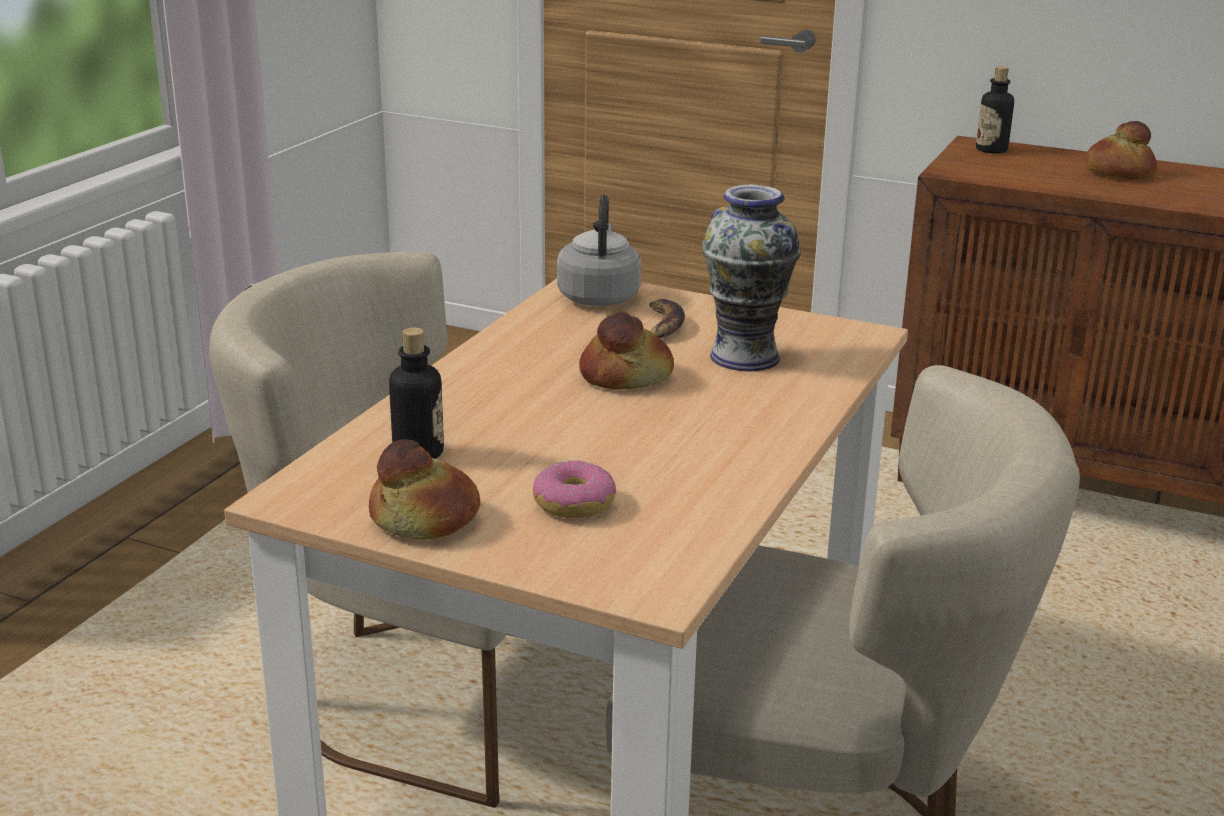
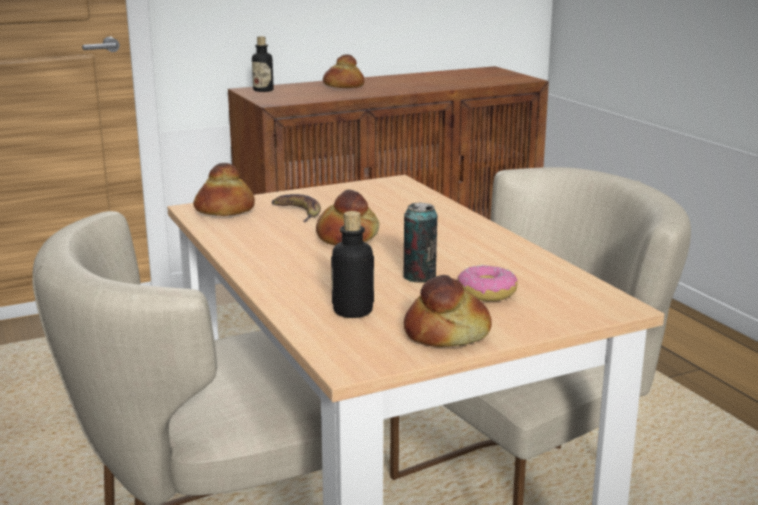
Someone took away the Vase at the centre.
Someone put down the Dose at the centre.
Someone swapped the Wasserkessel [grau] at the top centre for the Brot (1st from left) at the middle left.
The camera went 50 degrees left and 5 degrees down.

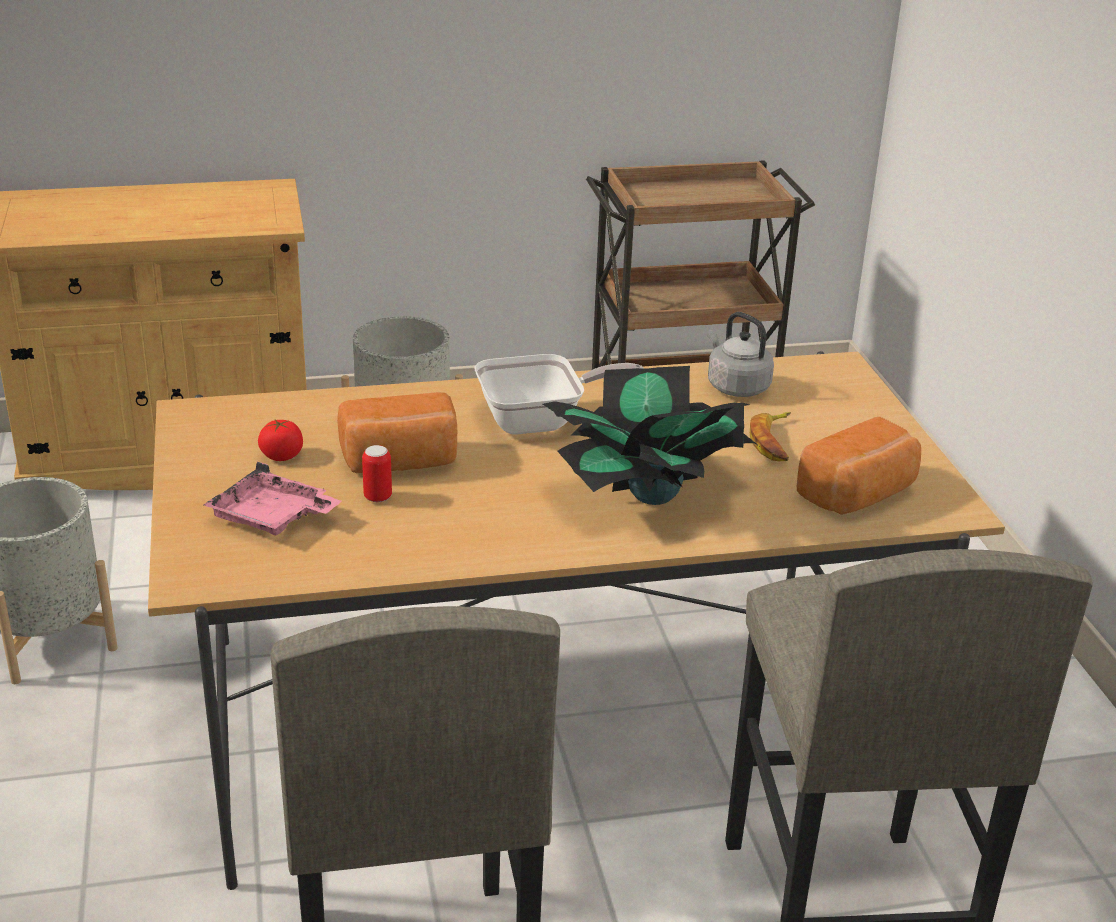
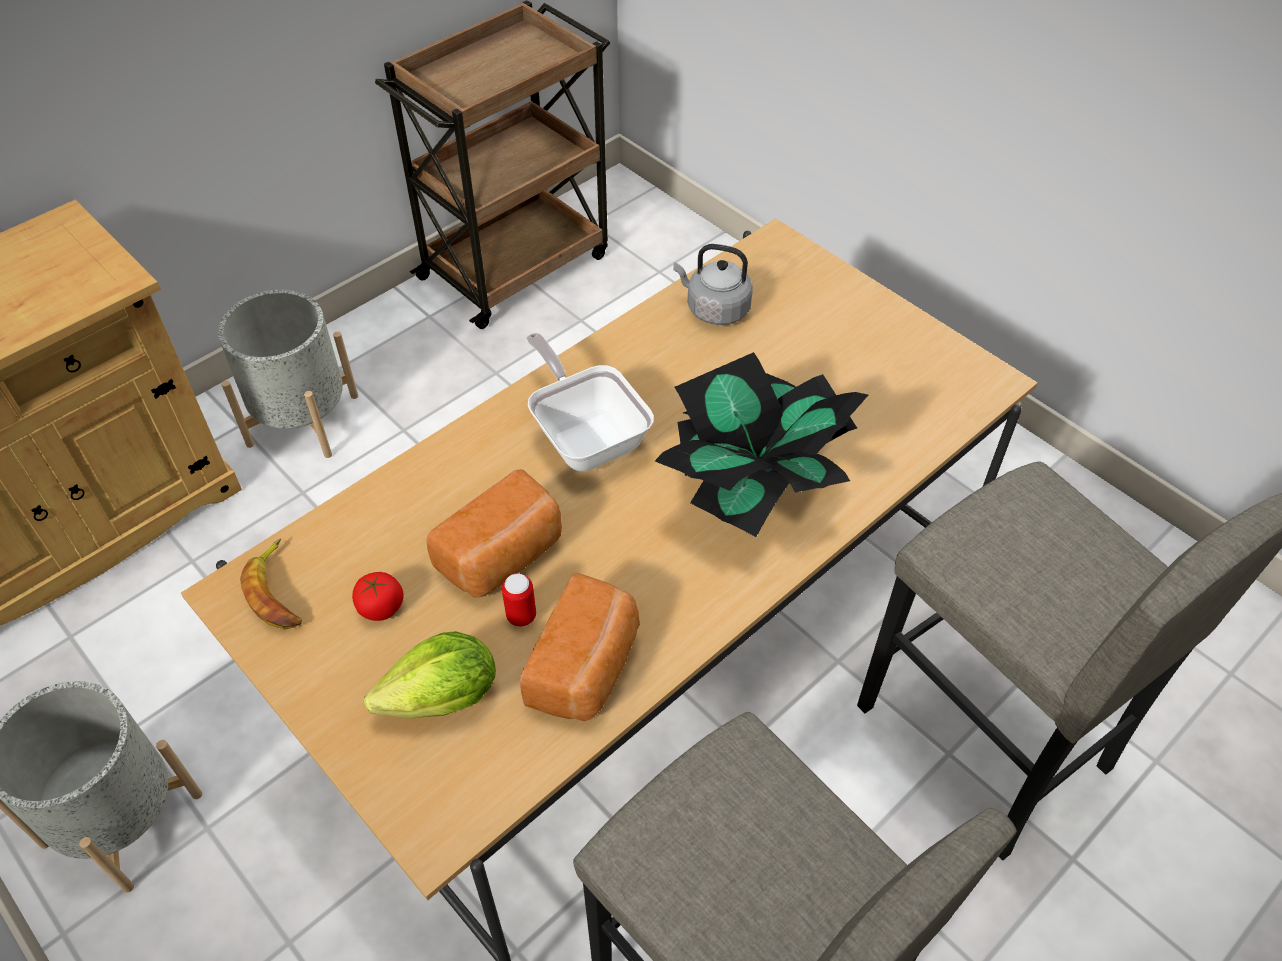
Someone carried the Banane from the middle right to the middle left.
Someone carried the Brot (2nd from left) from the middle right to the bottom centre.
Someone swapped the Tablett [rosa] at the middle left for the Salatkopf at the bottom centre.
Someone rotated the Pfanne at the centre by 75 degrees counterclockwise.
The camera went 30 degrees left and 20 degrees up.

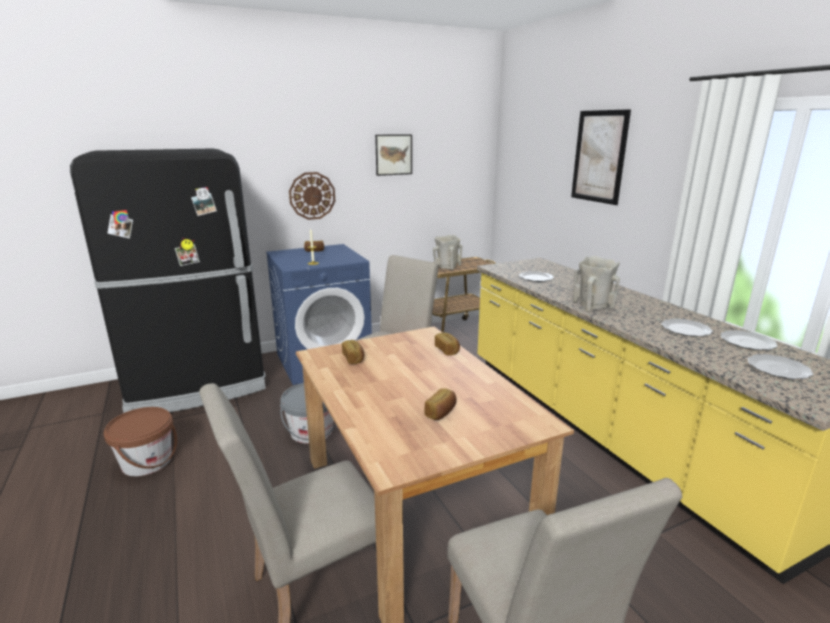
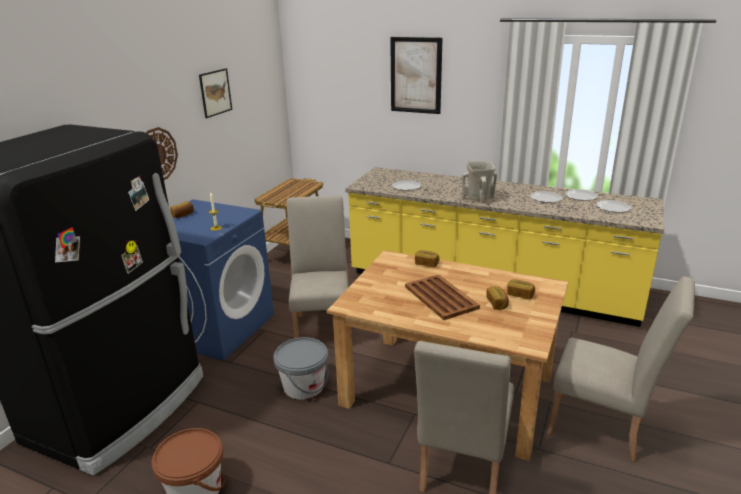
Someone took away the Vase [beige] (1st from left) at the centre.
Someone put down the Tablett [braun] at the centre.
Someone carried the Brot (2nd from left in the first image) from the centre to the middle right.
The camera went 40 degrees left and 5 degrees up.

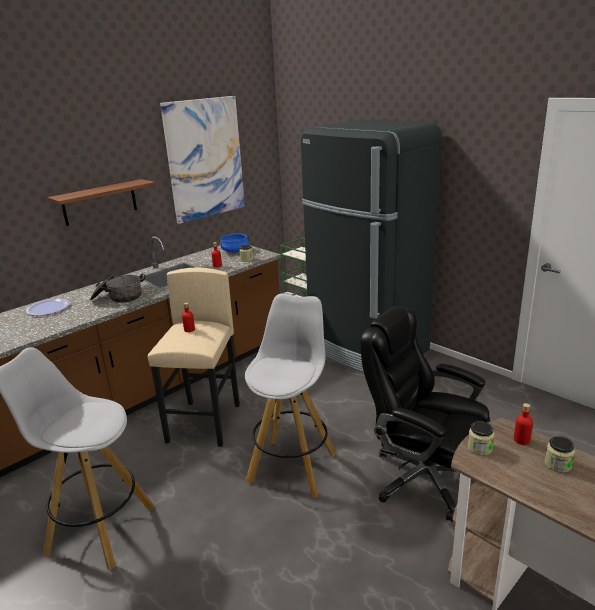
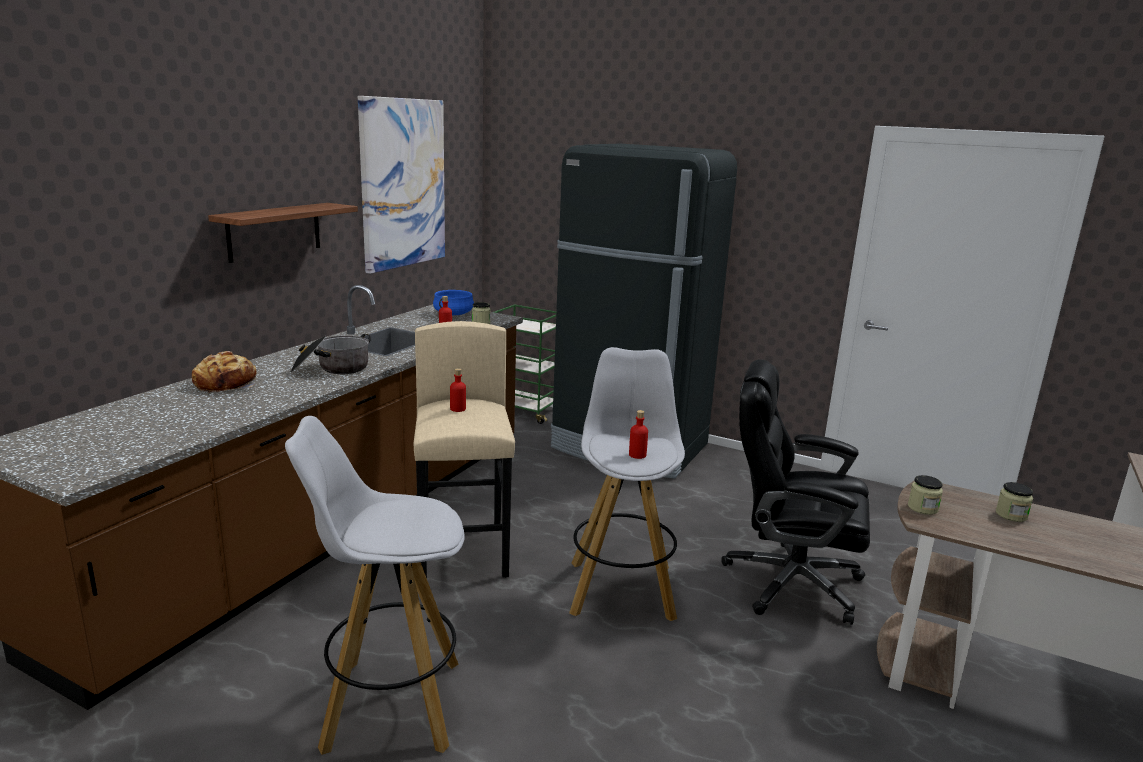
Someone carried the Flasche [rot] (3rd from left) from the bottom right to the centre.
Someone swapped the Teller at the middle left for the Brot at the middle left.
The camera went 20 degrees left and 5 degrees down.

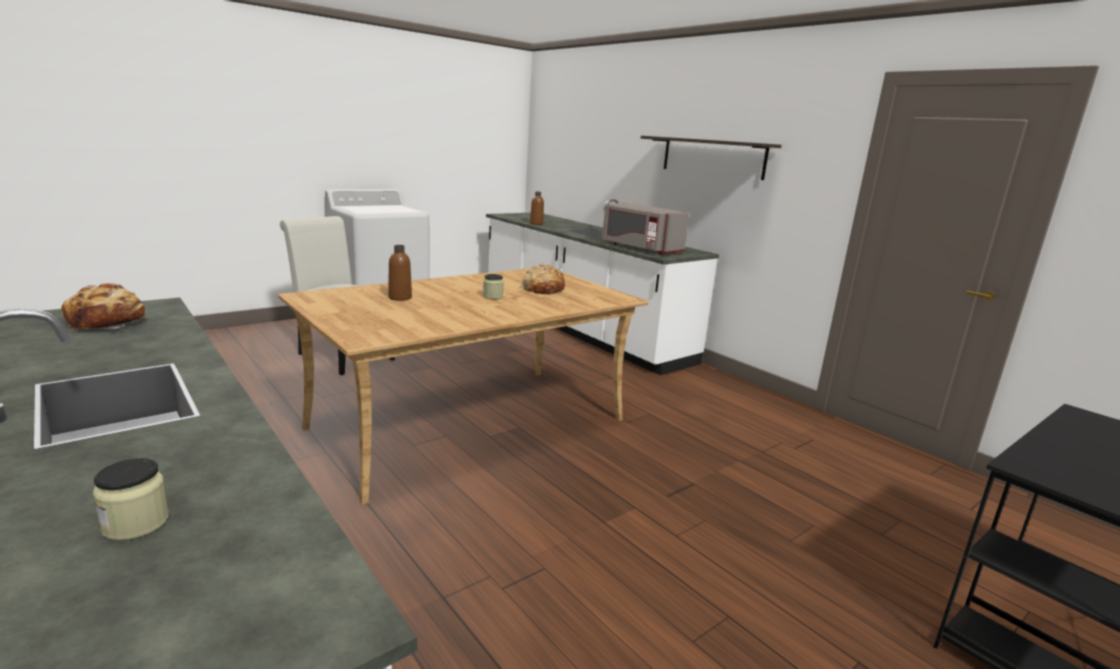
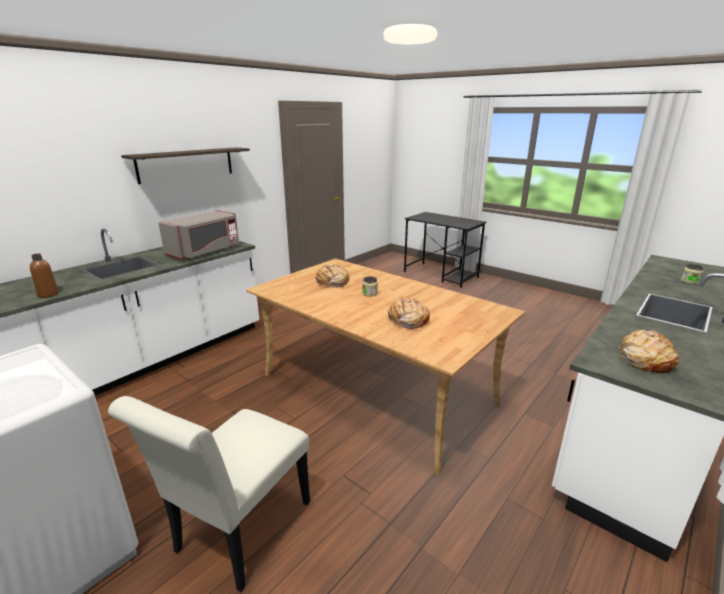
Someone swapped the Flasche [braun] (1st from left) at the centre for the Brot (2nd from left) at the centre.
The camera went 100 degrees left and 5 degrees up.

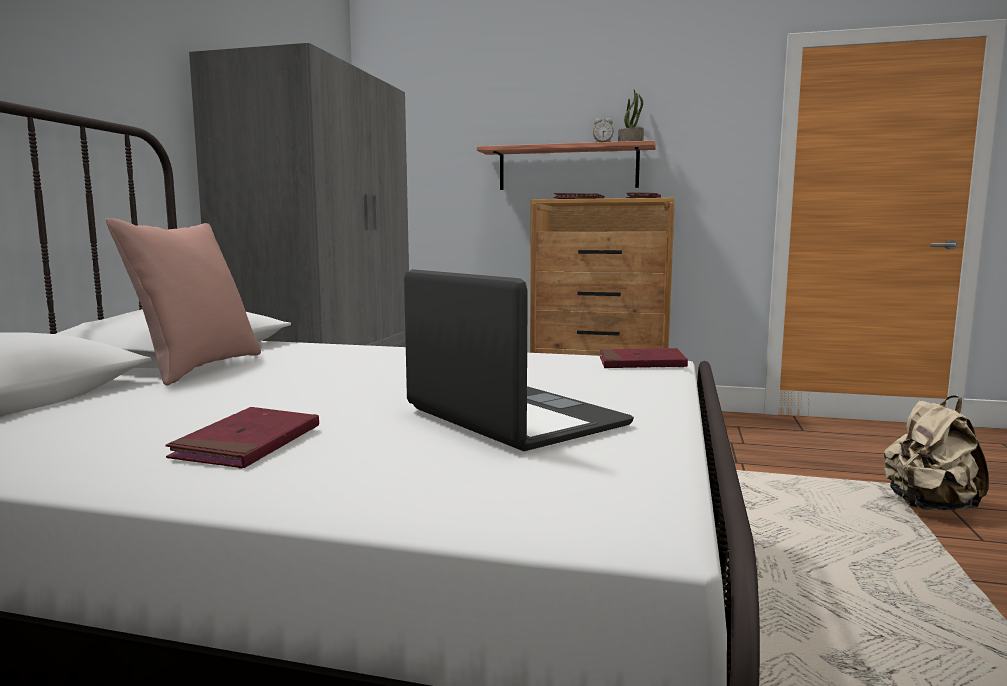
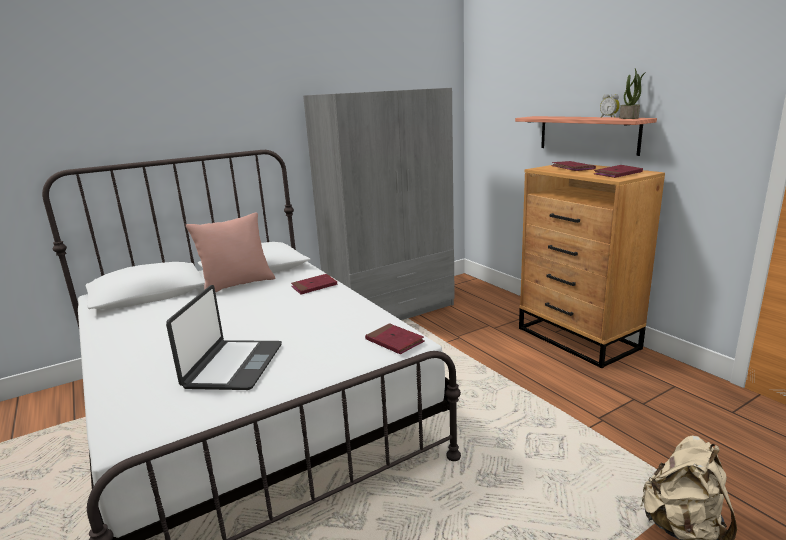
Someone carried the Buch [rot] (1st from left) from the middle left to the centre.
The camera went 45 degrees right and 10 degrees up.

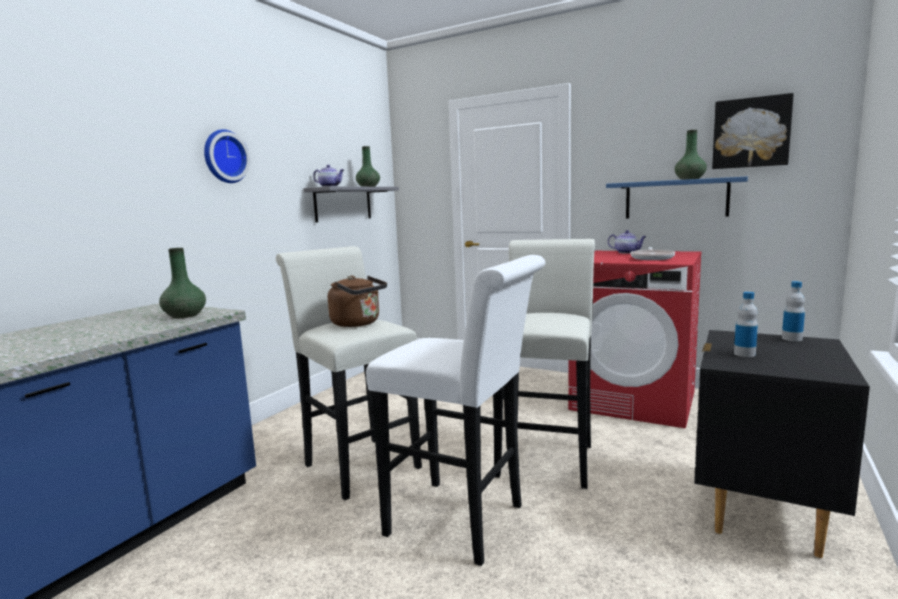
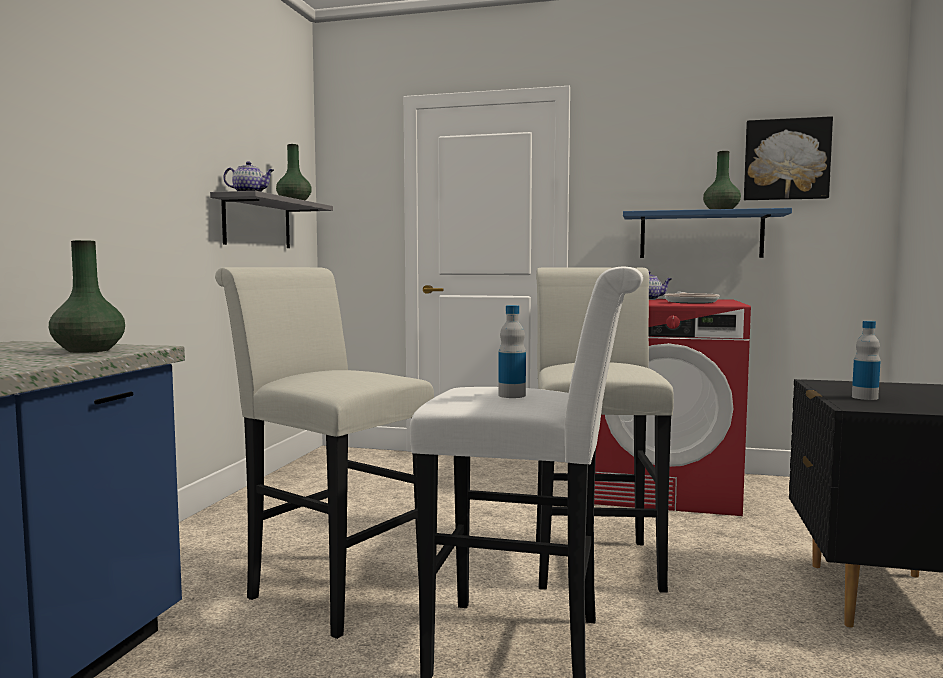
Someone took away the Wanduhr at the top left.
Someone took away the Wasserkessel [braun] at the centre.
Someone carried the Flasche (2nd from left in the first image) from the middle right to the centre.
The camera went 15 degrees left and 5 degrees down.

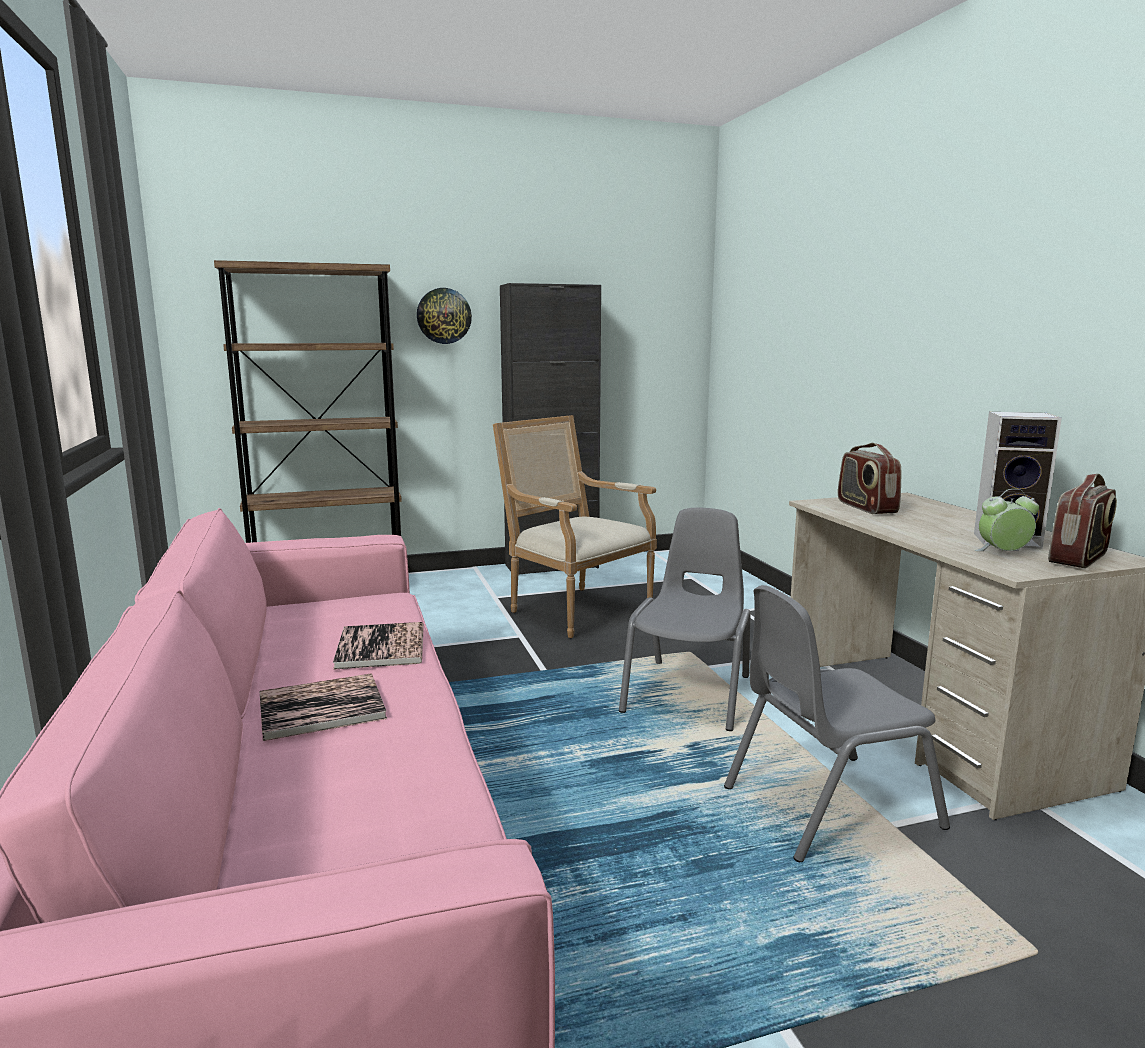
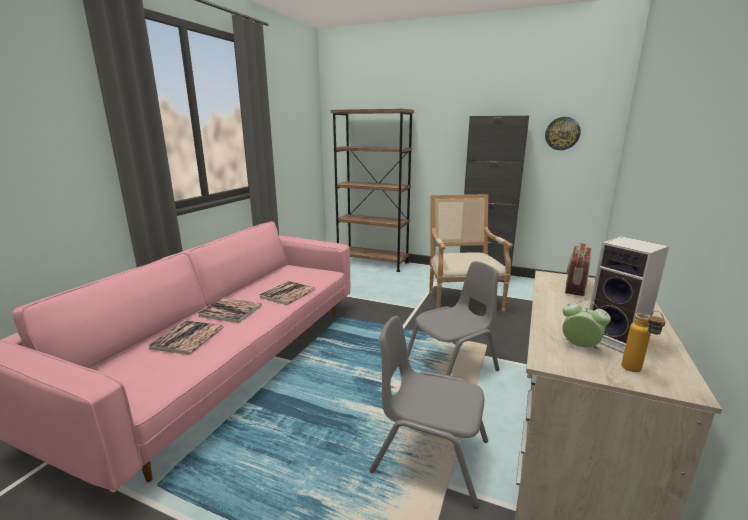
Someone put down the Buch (1st from left) at the middle left.
Someone carried the Wanduhr from the top centre to the top right.
Someone swapped the Radio (2nd from left) at the middle right for the Flasche at the middle right.
The camera went 40 degrees right and 5 degrees up.

